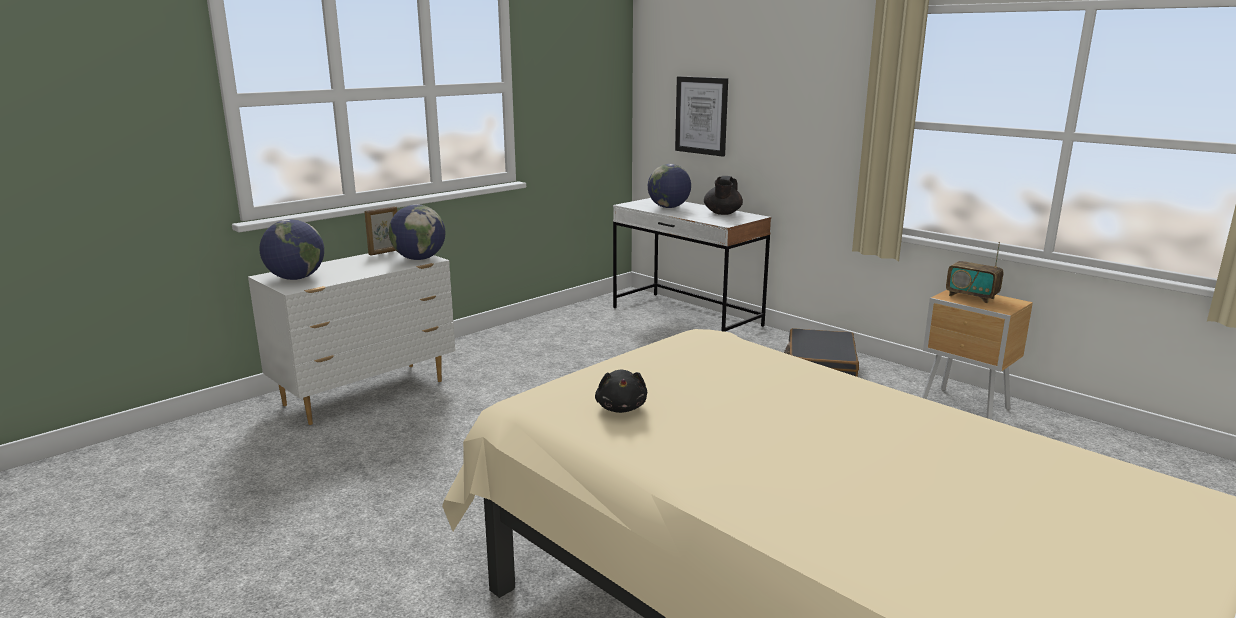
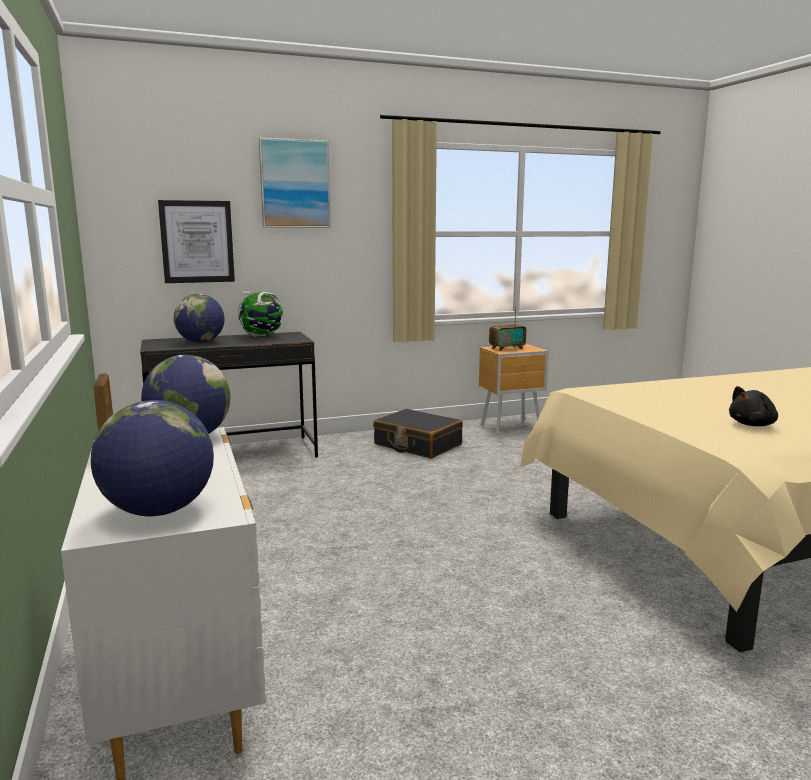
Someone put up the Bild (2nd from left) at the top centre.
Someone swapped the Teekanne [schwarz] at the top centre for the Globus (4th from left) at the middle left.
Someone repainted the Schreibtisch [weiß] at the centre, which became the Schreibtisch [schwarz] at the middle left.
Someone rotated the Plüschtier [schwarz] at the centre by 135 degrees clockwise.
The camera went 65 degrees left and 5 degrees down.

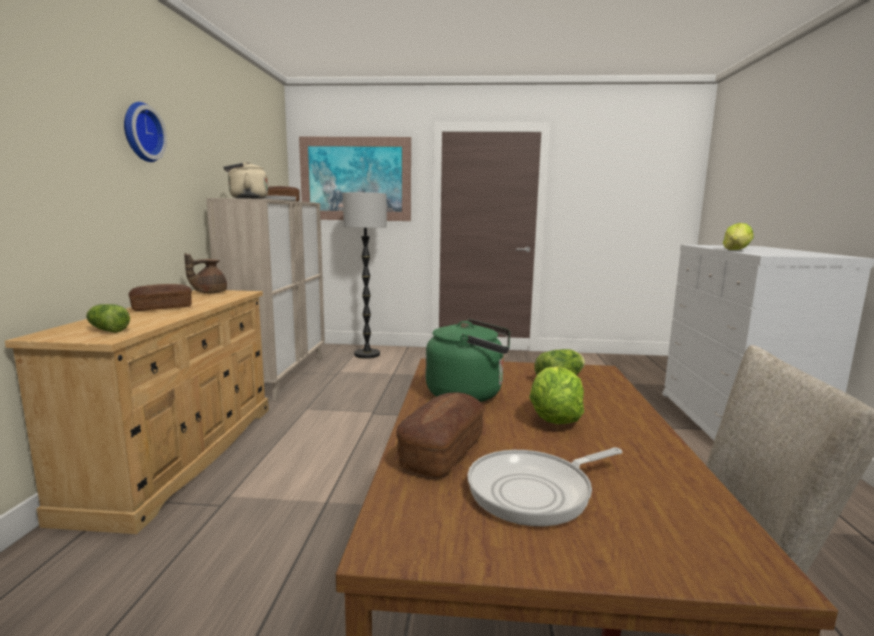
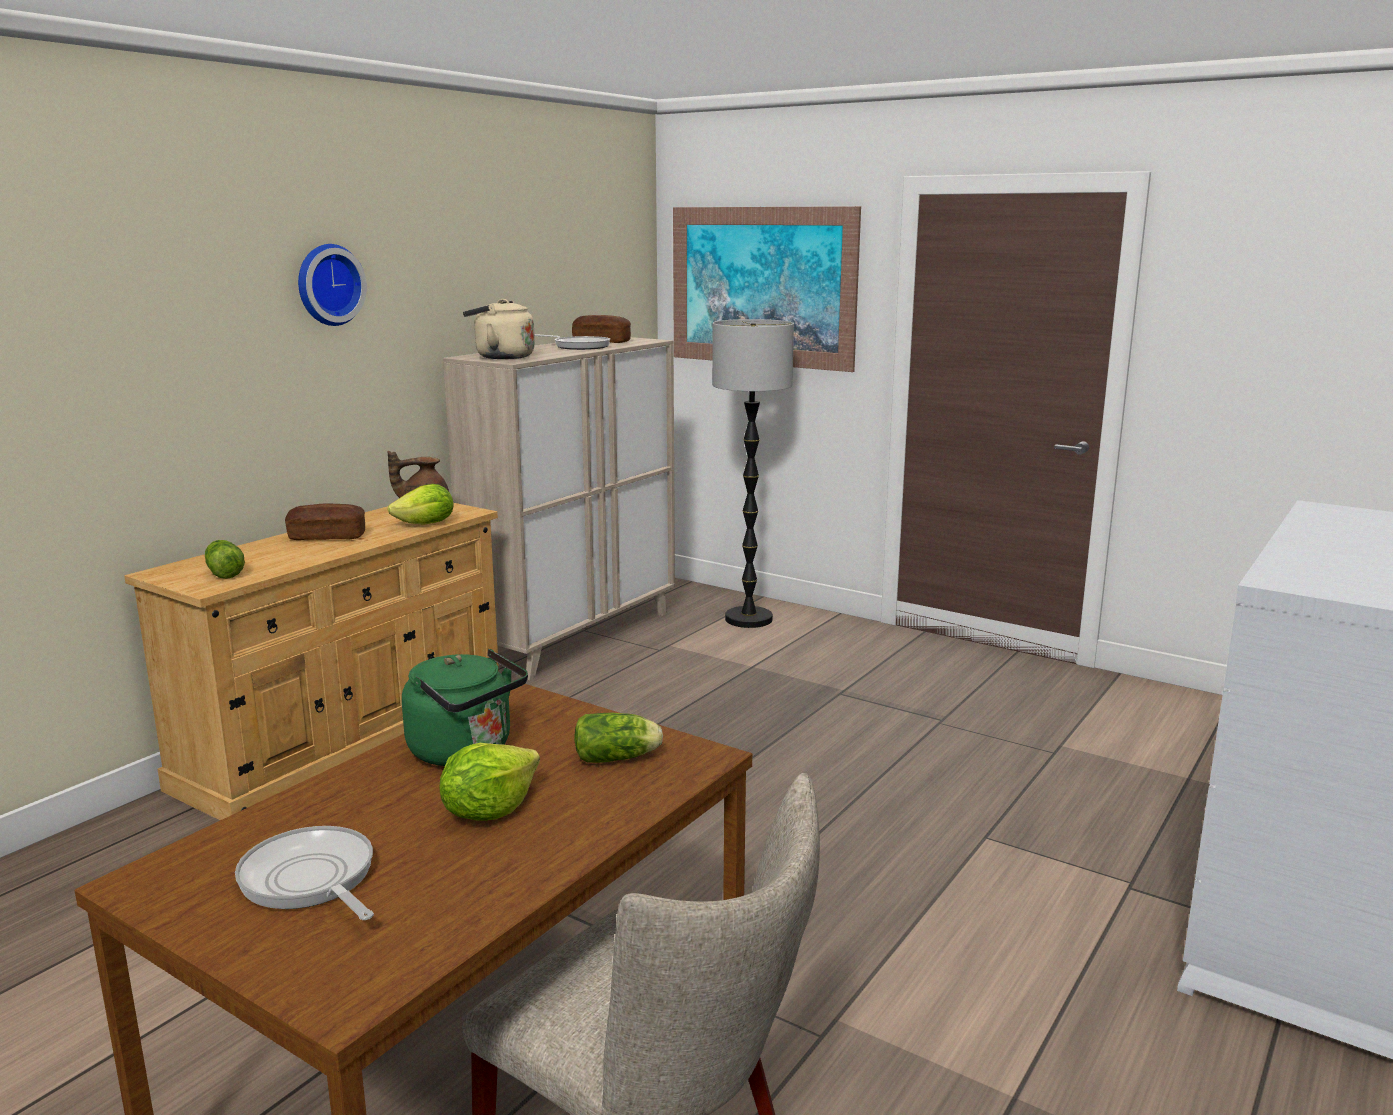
Someone took away the Brot (3rd from left) at the bottom centre.
Someone carried the Salatkopf (4th from left in the first image) from the middle right to the middle left.
Someone rotated the Pfanne (2nd from left in the first image) at the bottom centre by 45 degrees clockwise.
The camera went 30 degrees right and 5 degrees up.

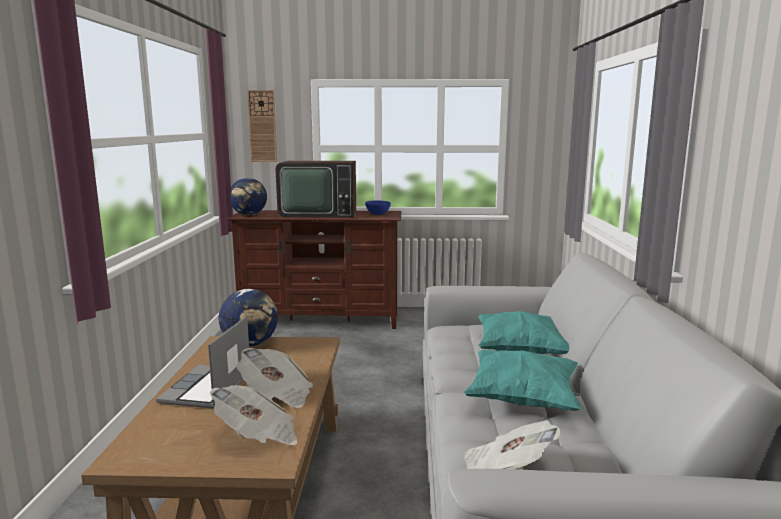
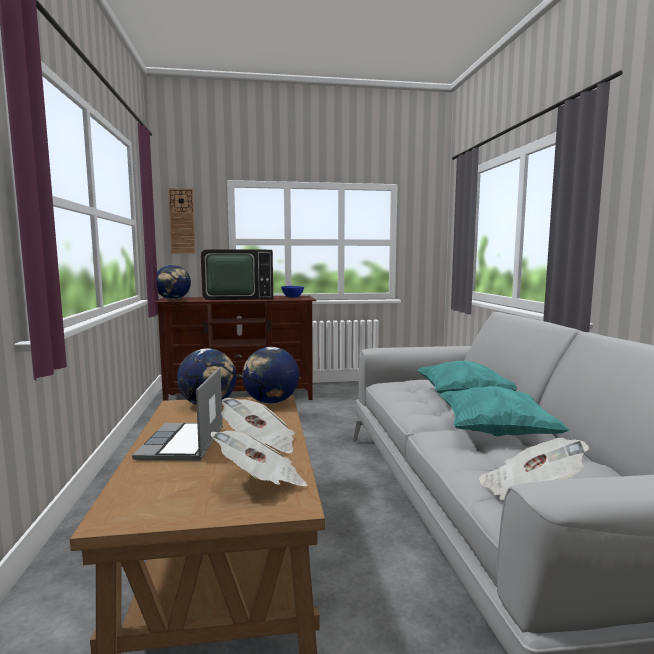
Someone put down the Globus (3rd from left) at the centre.
The camera went 10 degrees left and 5 degrees down.

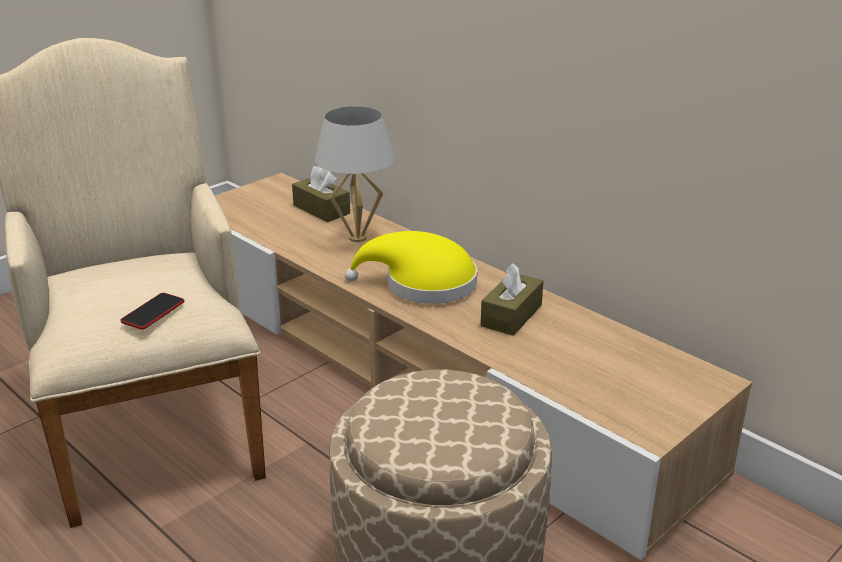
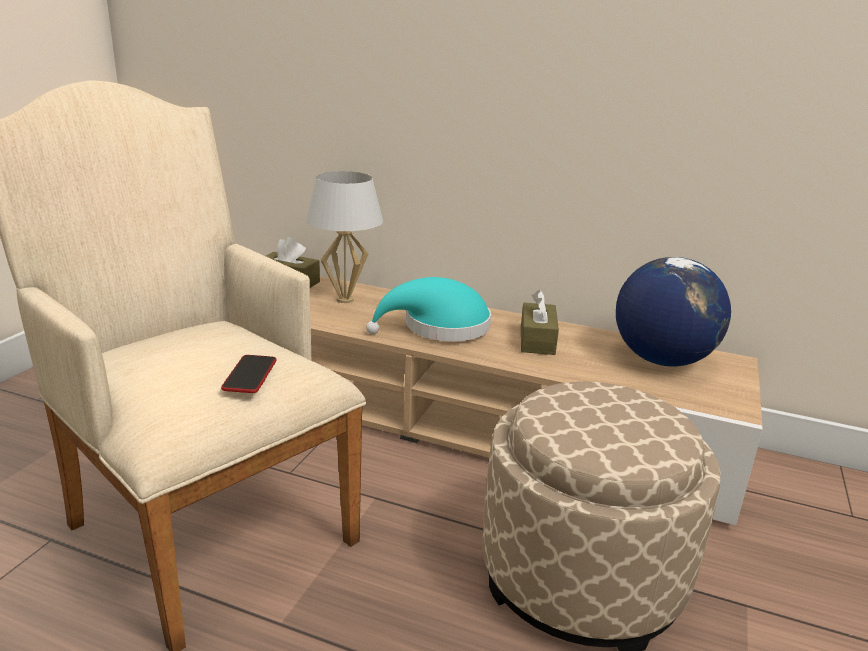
Someone put down the Globus at the middle right.
Someone repainted the Hut [gelb] at the centre, which became the Hut [türkis] at the centre.
The camera went 25 degrees left and 5 degrees down.

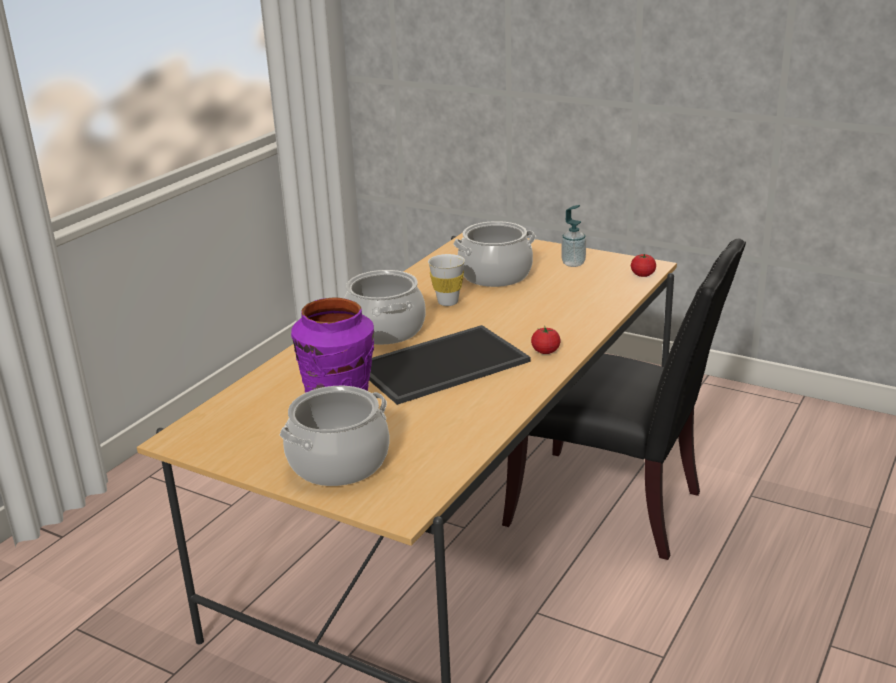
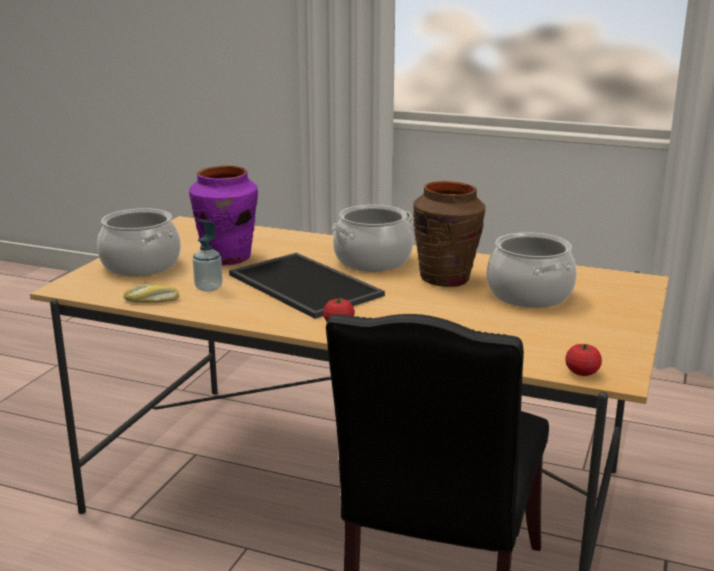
Someone put down the Brot at the middle left.
Someone carried the Seifenspender from the centre to the middle left.
Someone swapped the Tasse [weiß] at the centre for the Vase [braun] at the centre.
The camera went 80 degrees right and 5 degrees down.

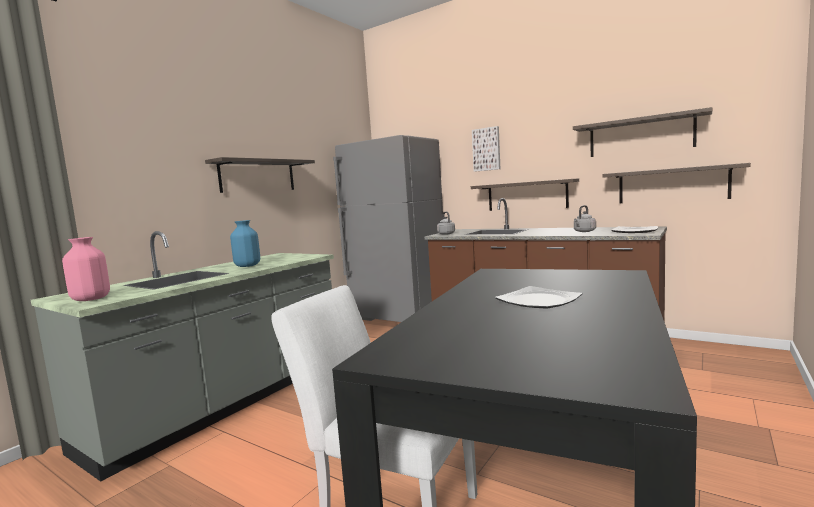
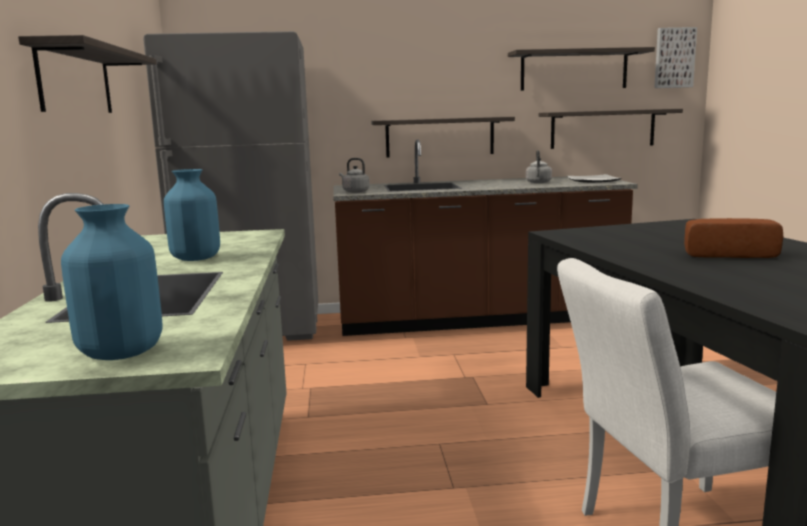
Someone carried the Bild from the top centre to the top right.
Someone swapped the Teller (1st from left) at the centre for the Brot at the middle right.
Someone repainted the Vase [rosa] at the middle left, which became the Vase [blau] (1st from left) at the middle left.
The camera went 40 degrees left and 5 degrees up.

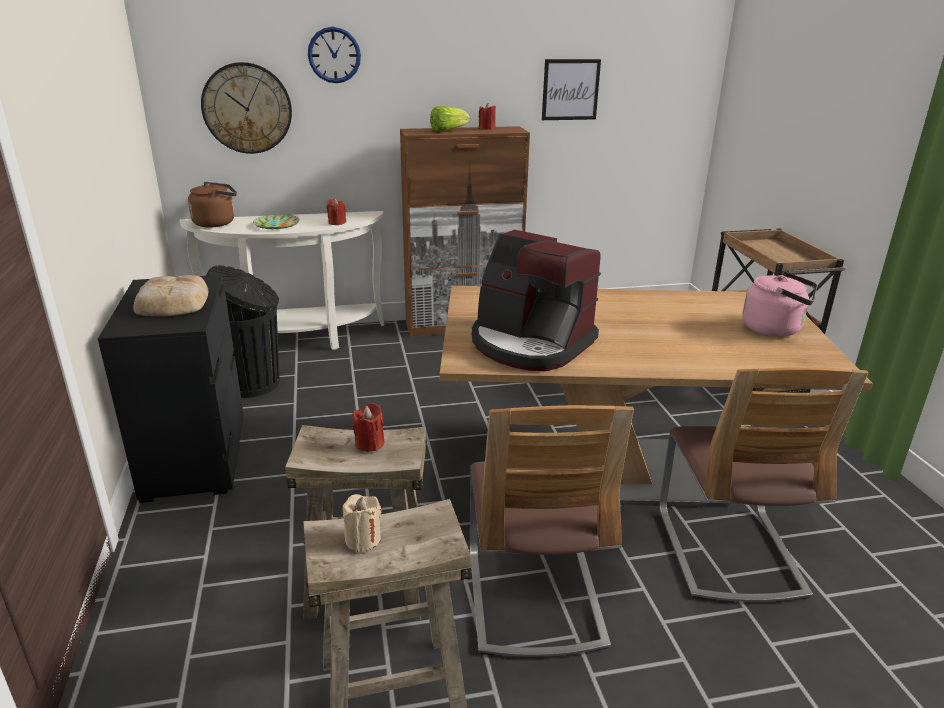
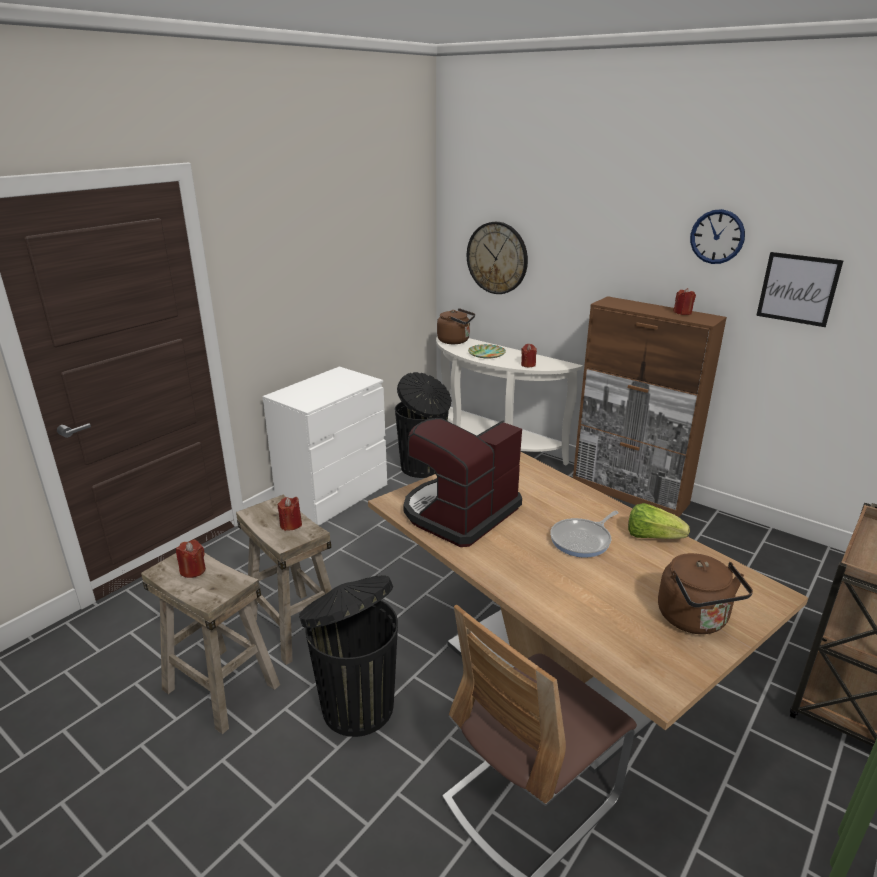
Someone took away the Brot at the middle left.
Someone put down the Pfanne at the centre.
Someone carried the Wanduhr (2nd from left) from the top centre to the top right.
Someone carried the Salatkopf from the top centre to the middle right.
Someone swapped the Stuhl (1st from left) at the bottom centre for the Mülleimer [schwarz] (1st from left) at the bottom centre.
Someone repainted the Kommode [schwarz] at the middle left, which became the Kommode [weiß] at the centre.
Someone repainted the Kerze [beige] at the bottom centre, which became the Kerze [rot] (1st from left) at the middle left.
Someone repainted the Wasserkessel [rosa] at the middle right, which became the Wasserkessel [braun] (2nd from left) at the bottom right.
Someone rotated the Kaffeemaschine at the centre by 45 degrees clockwise.
The camera went 50 degrees right and 0 degrees up.

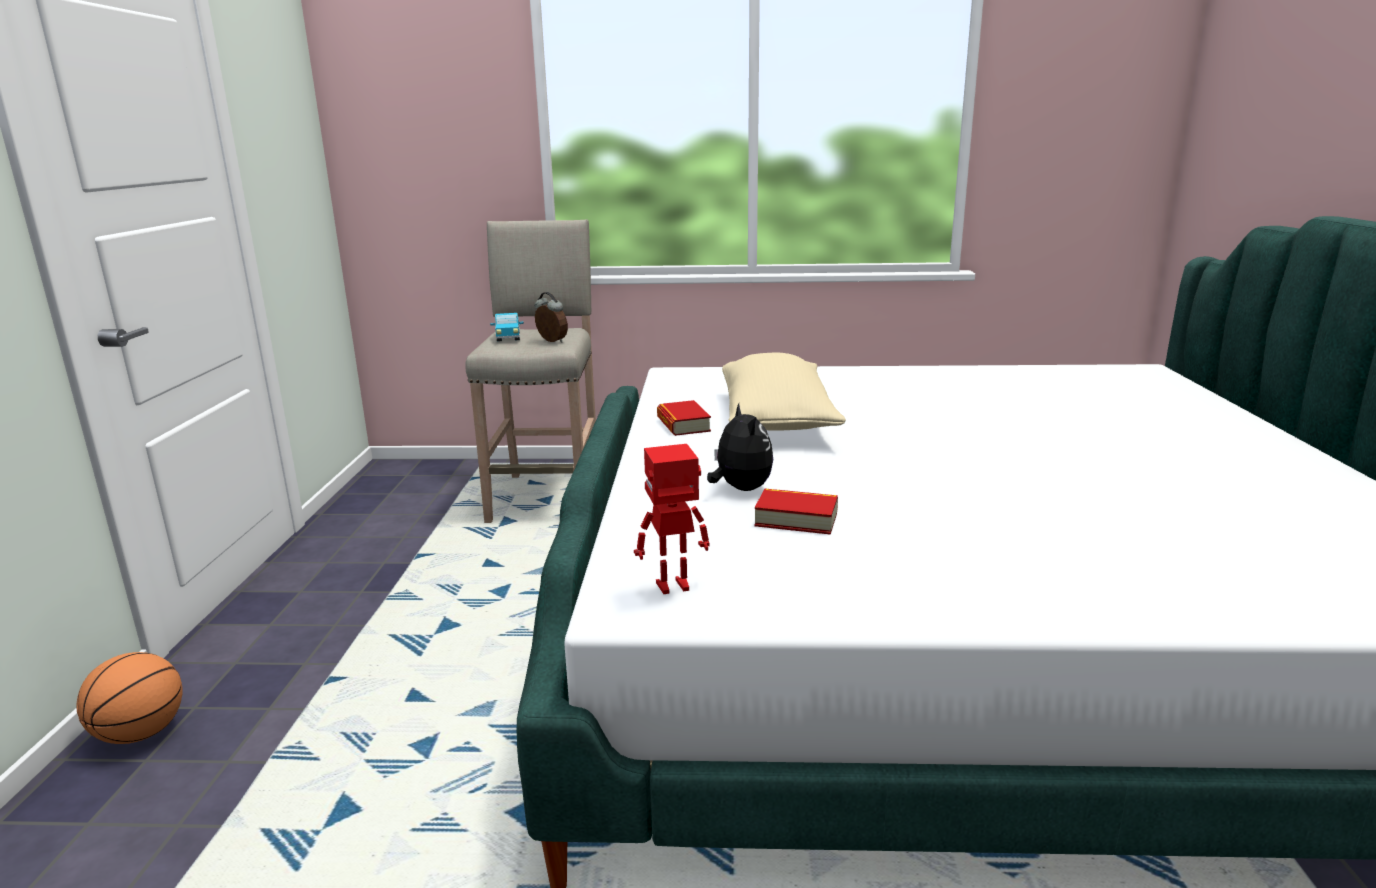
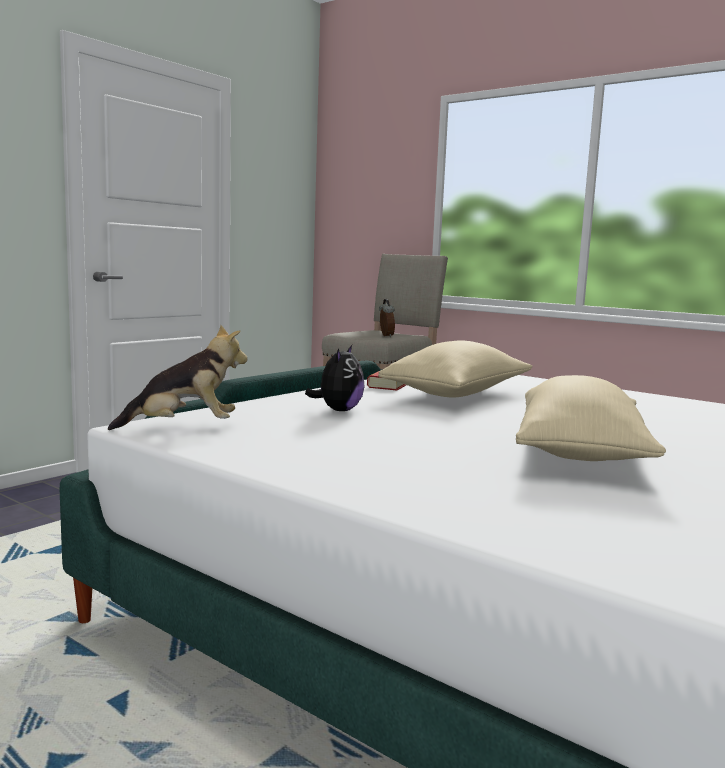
Someone took away the Basketball at the bottom left.
Someone took away the Spielzeuglaster at the centre.
Someone took away the Buch (2nd from left) at the centre.
Someone put down the Kissen [beige] (2nd from left) at the middle right.
Someone swapped the Spielzeugroboter at the centre for the Plüschtier (1st from left) at the middle left.
The camera went 35 degrees right and 10 degrees down.

